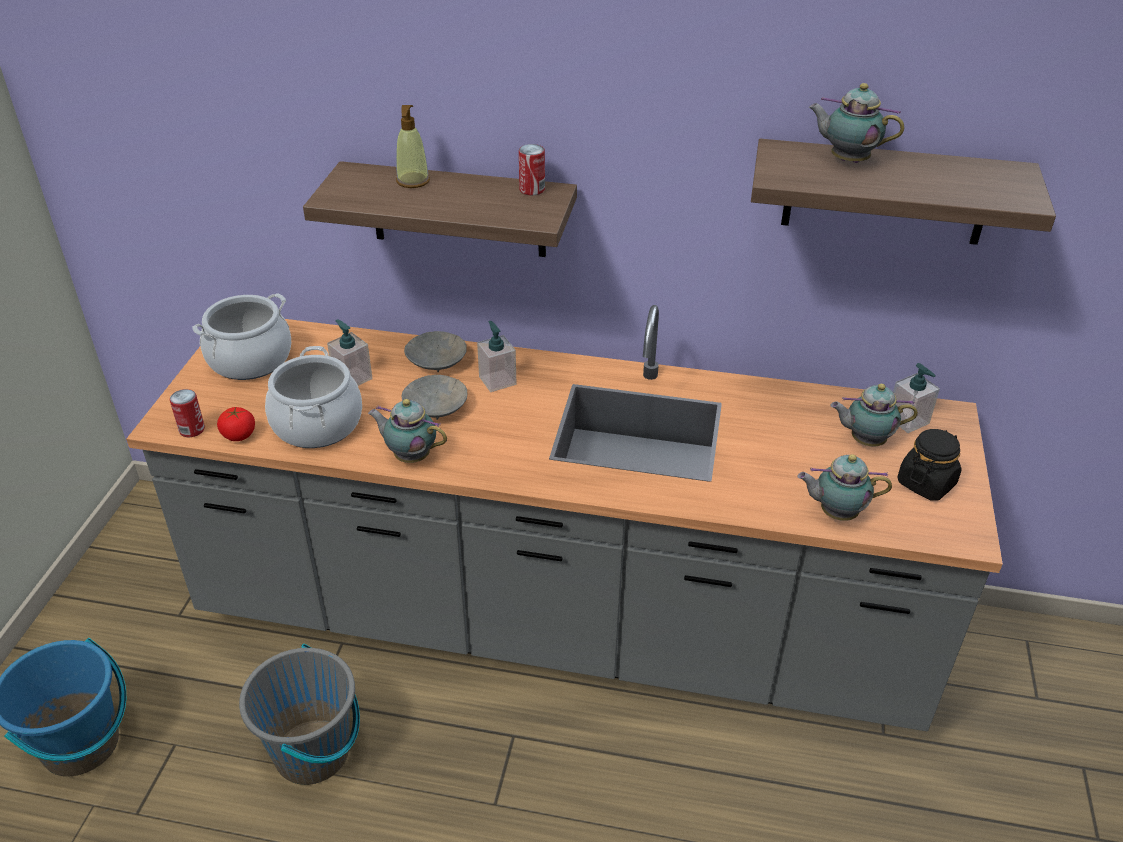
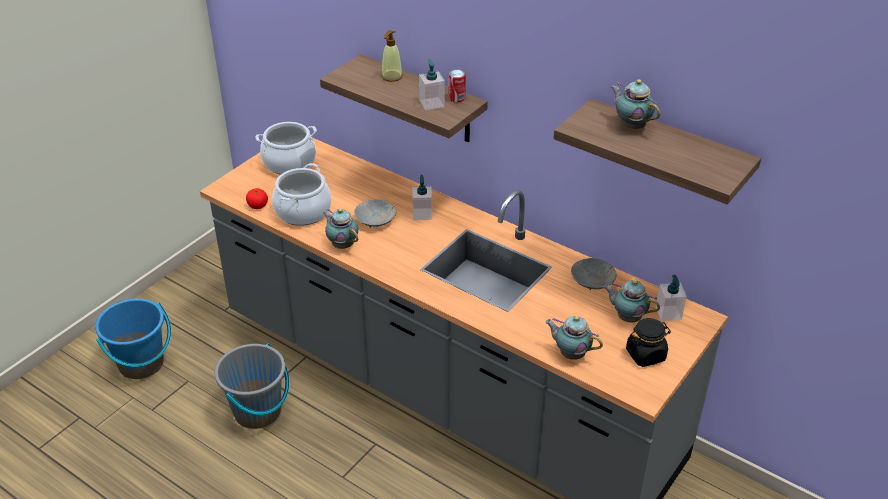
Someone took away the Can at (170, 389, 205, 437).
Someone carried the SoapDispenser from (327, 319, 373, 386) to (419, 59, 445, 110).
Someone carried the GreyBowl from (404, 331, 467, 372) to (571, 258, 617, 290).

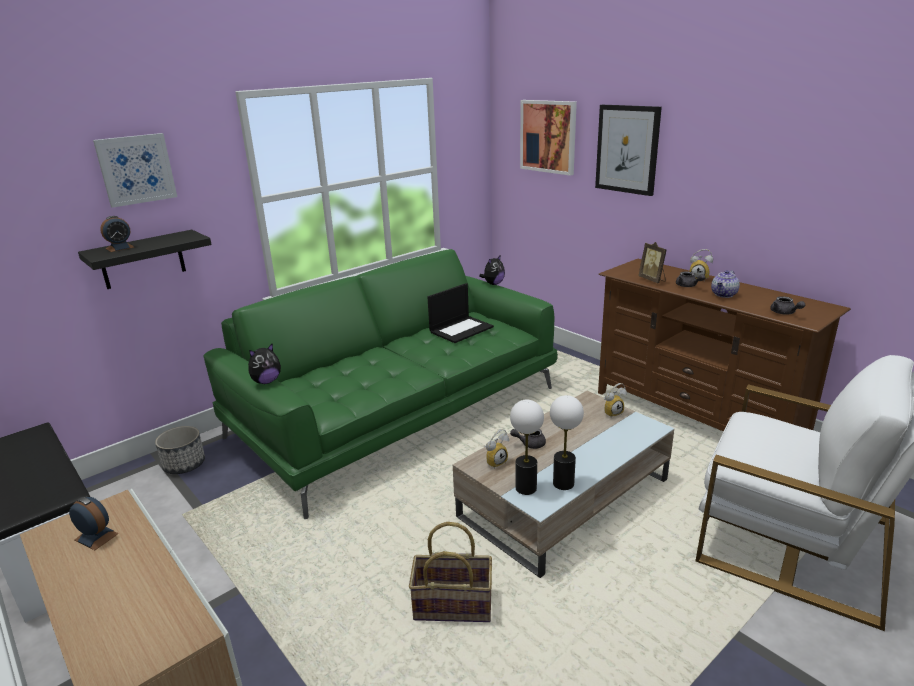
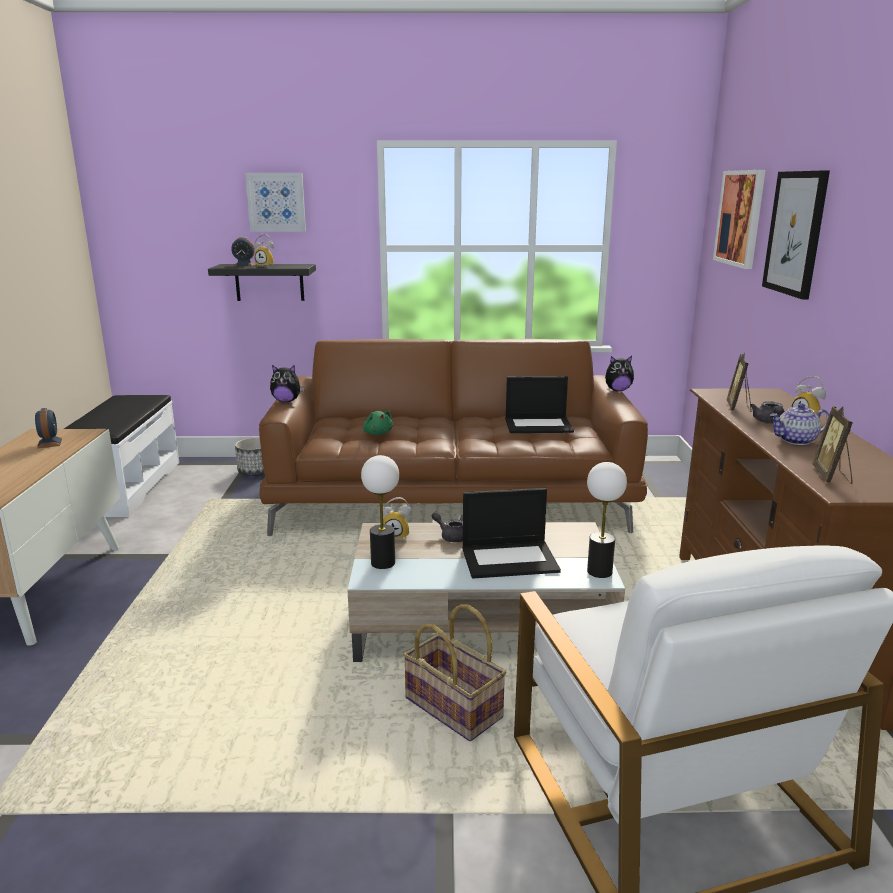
Someone put down the GreenPlushToy at (363, 411, 393, 435).
Someone put down the Laptop at (462, 488, 561, 579).
Someone carried the Basket from (409, 522, 492, 622) to (403, 604, 506, 741).
Someone carried the TableLamp from (550, 395, 584, 490) to (587, 462, 627, 578).
Someone carried the AlarmClock from (603, 383, 627, 417) to (254, 234, 274, 267).
Someone swapped the GreyTeapot at (770, 296, 805, 315) for the PictureFrame at (812, 406, 853, 484).
Someone repainted the GreenSofa at (203, 249, 558, 519), which became the BrownSofa at (259, 339, 648, 536).

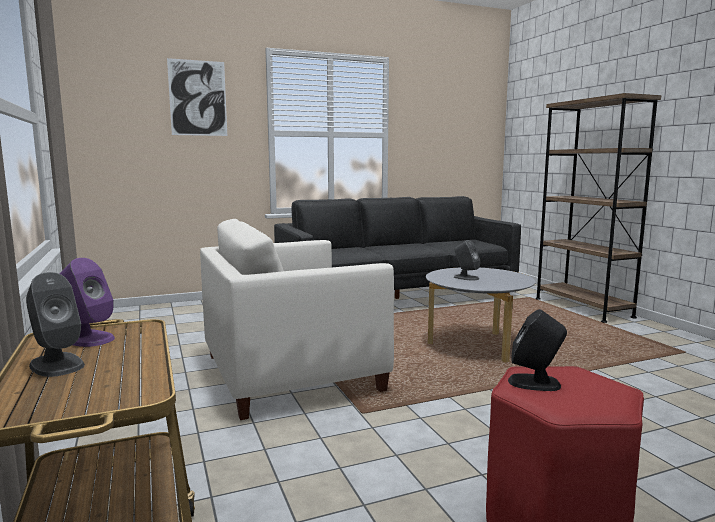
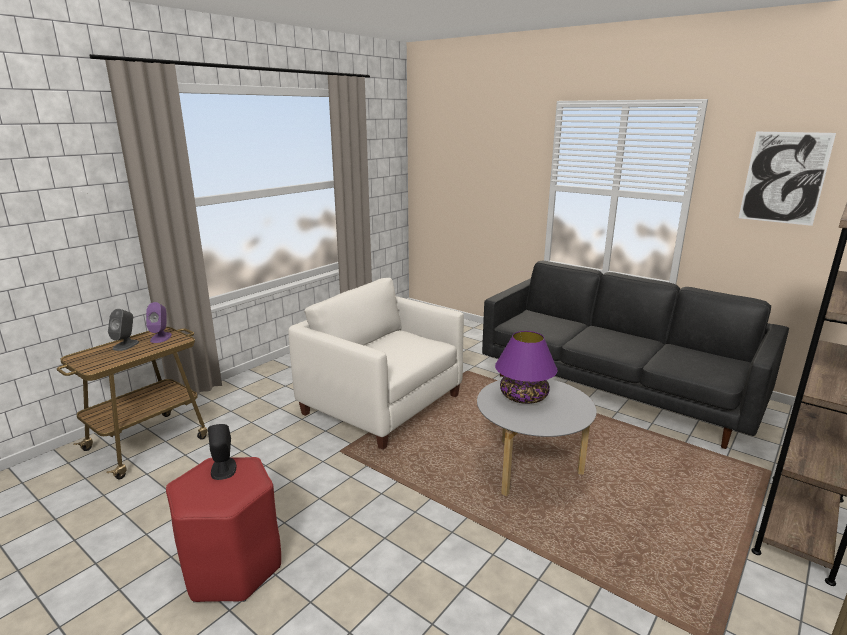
Someone carried the Picture from (167, 58, 227, 136) to (739, 132, 836, 226).
Someone swapped the GreySpeaker at (454, 240, 480, 281) for the PurpleTableLamp at (495, 331, 557, 404).

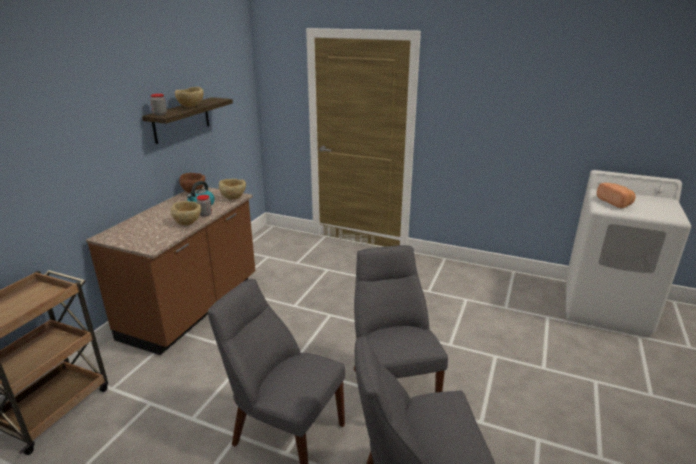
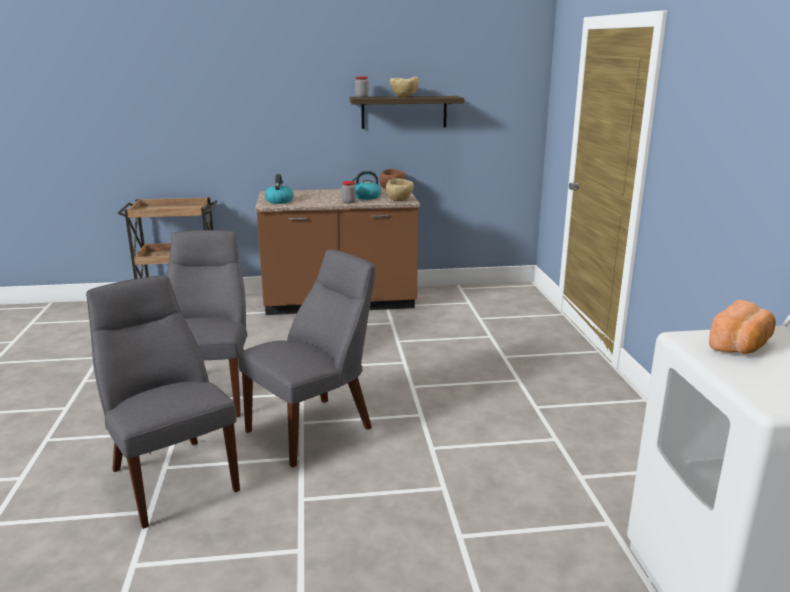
Someone took away the BeigeBowl at (171, 201, 201, 225).
Someone put down the Kettle at (265, 174, 294, 204).

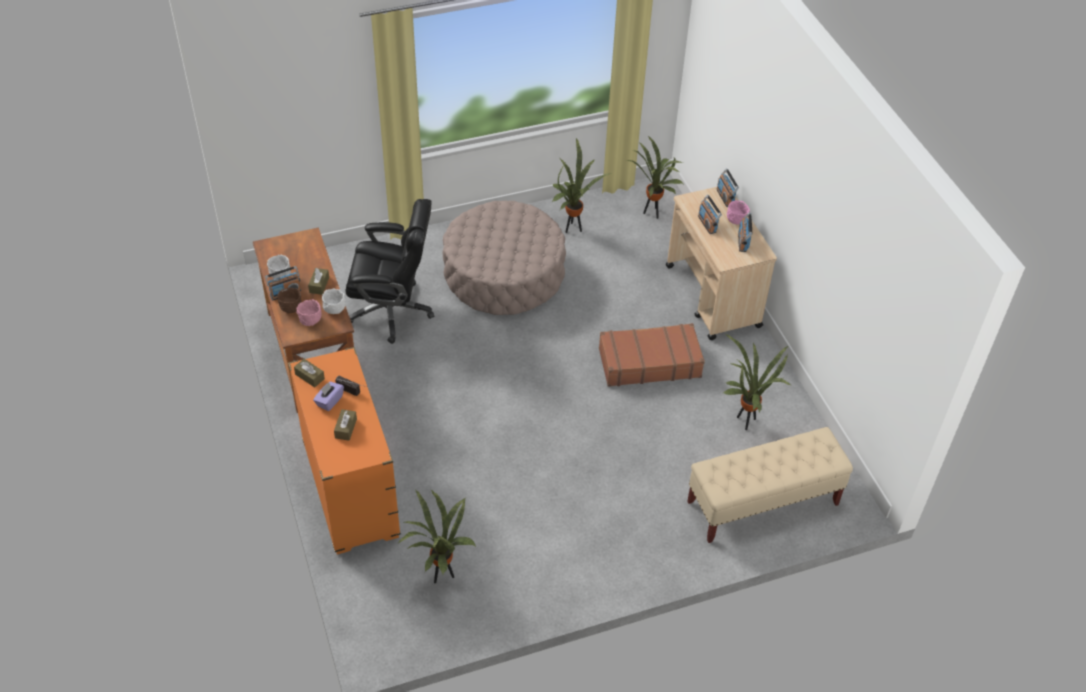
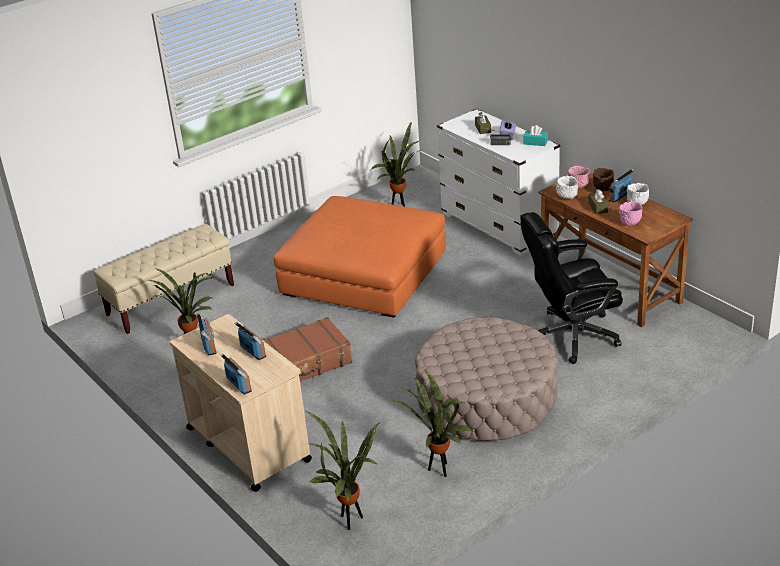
Someone put down the OrangeOttoman at (274, 196, 446, 318).
Someone carried the PinkBowl from (727, 200, 750, 225) to (619, 201, 643, 226).
Someone repainted the OrangeDresser at (288, 347, 401, 554), which became the WhiteDresser at (437, 109, 560, 256).
Someone repainted the BrownTissueBox at (294, 359, 325, 387), which became the TurquoiseTissueBox at (523, 125, 548, 146).

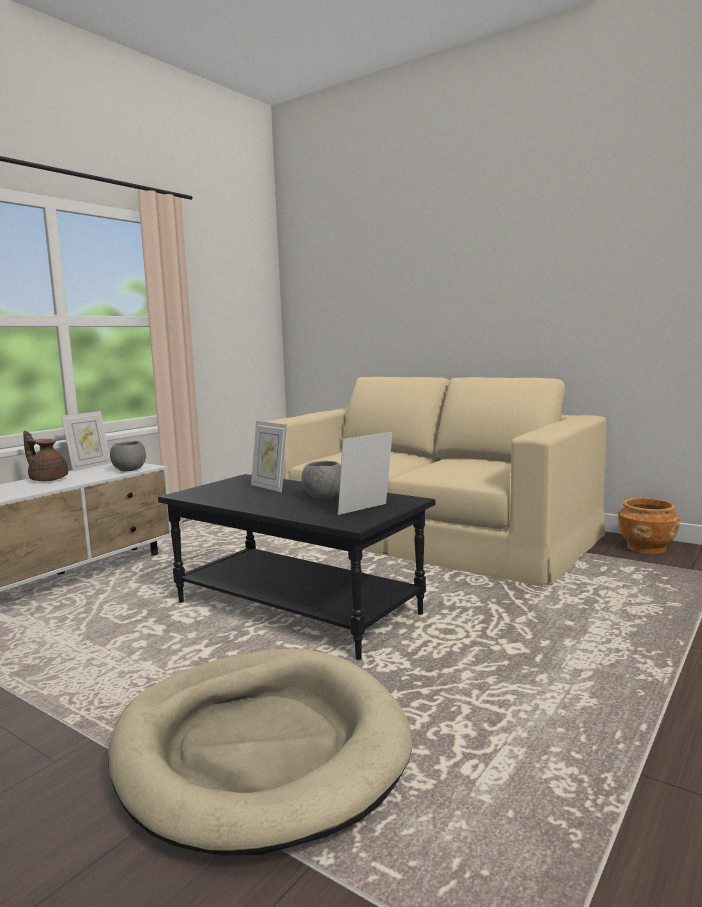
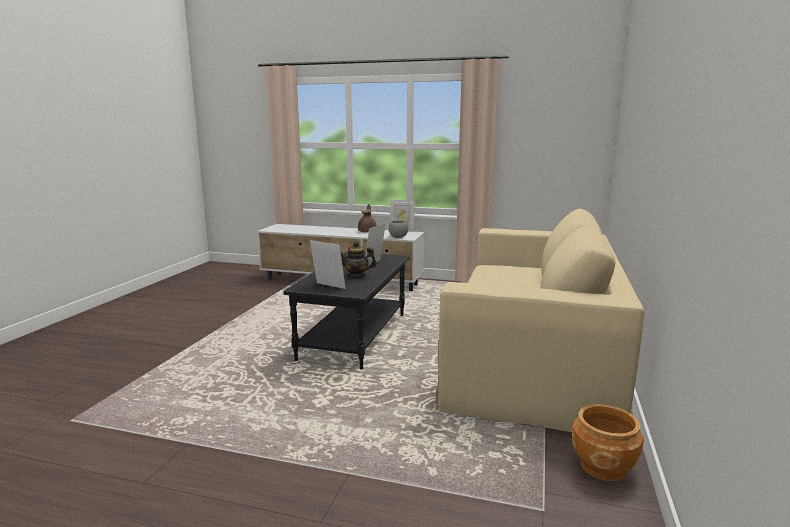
Someone took away the BeigeDogBed at (108, 648, 412, 856).
Someone swapped the GreyBowl at (302, 461, 341, 499) for the Teapot at (341, 241, 377, 279).

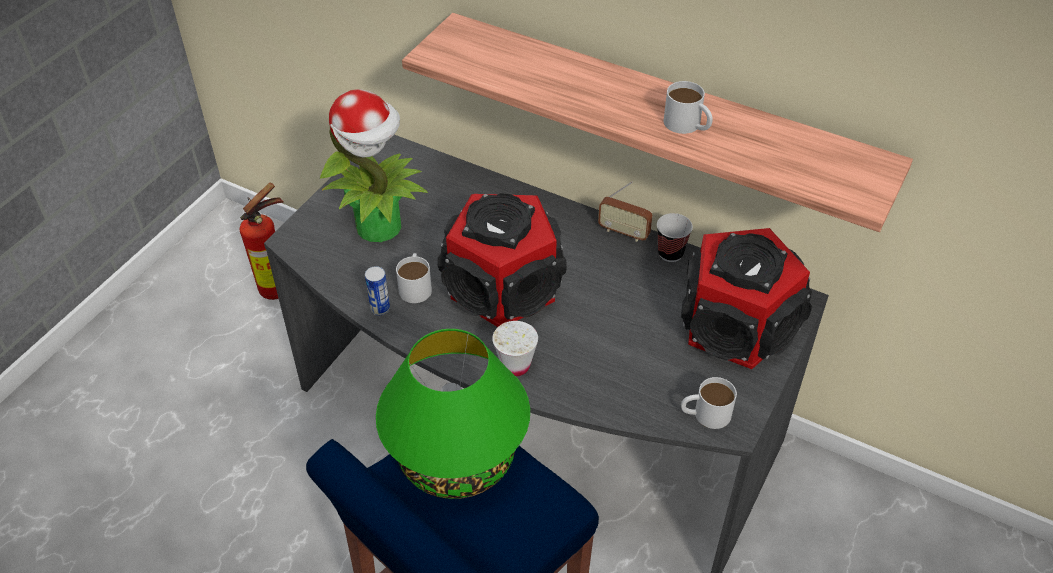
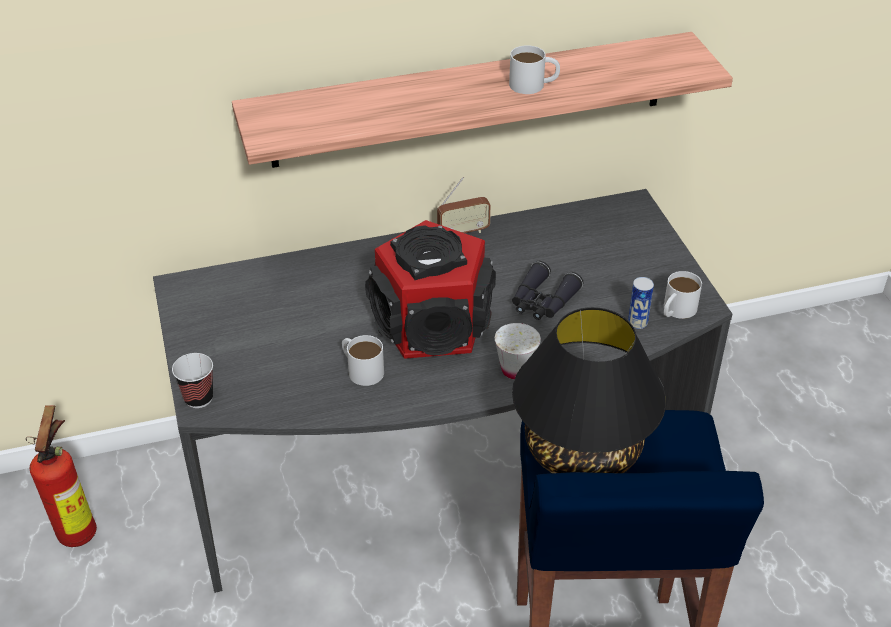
Someone took away the PottedPlant at (320, 89, 428, 242).
Someone took away the Speaker at (681, 228, 812, 369).
Someone put down the BlackBinoculars at (512, 261, 583, 320).
Someone carried the Can from (365, 266, 390, 316) to (628, 277, 654, 329).
Someone carried the Cup from (657, 213, 693, 262) to (172, 353, 213, 408).
Someone repainted the GreenTableLamp at (376, 329, 530, 499), which became the BlackTableLamp at (512, 307, 666, 473).

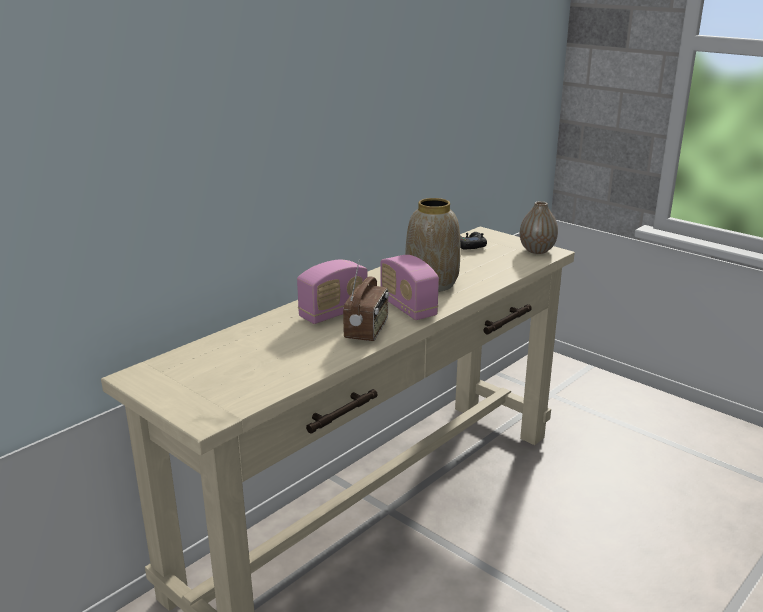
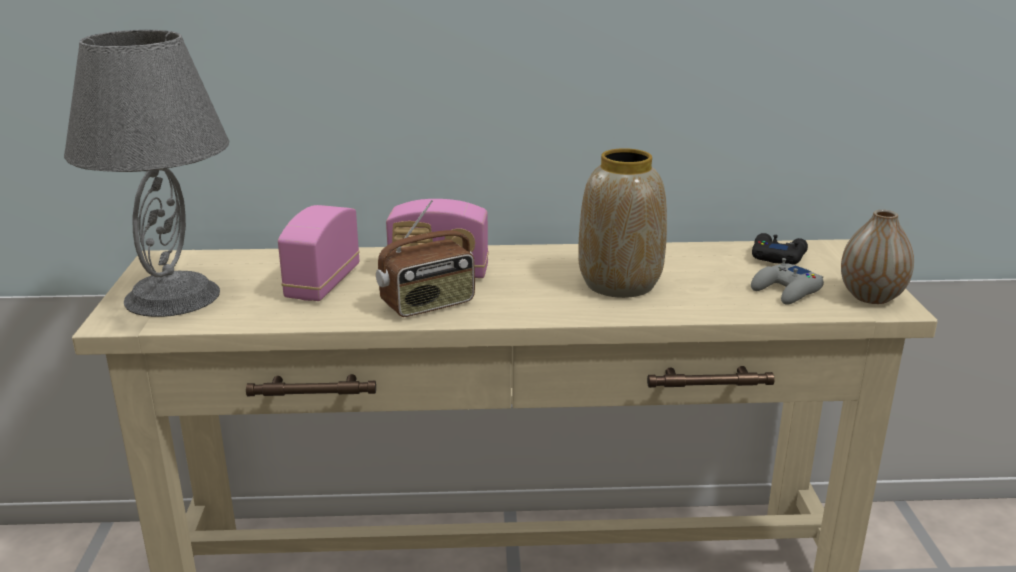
Someone put down the GreyTableLamp at (64, 30, 230, 317).
Someone put down the GreyGameController at (751, 258, 824, 304).
Someone carried the Radio from (381, 255, 439, 320) to (278, 205, 360, 301).

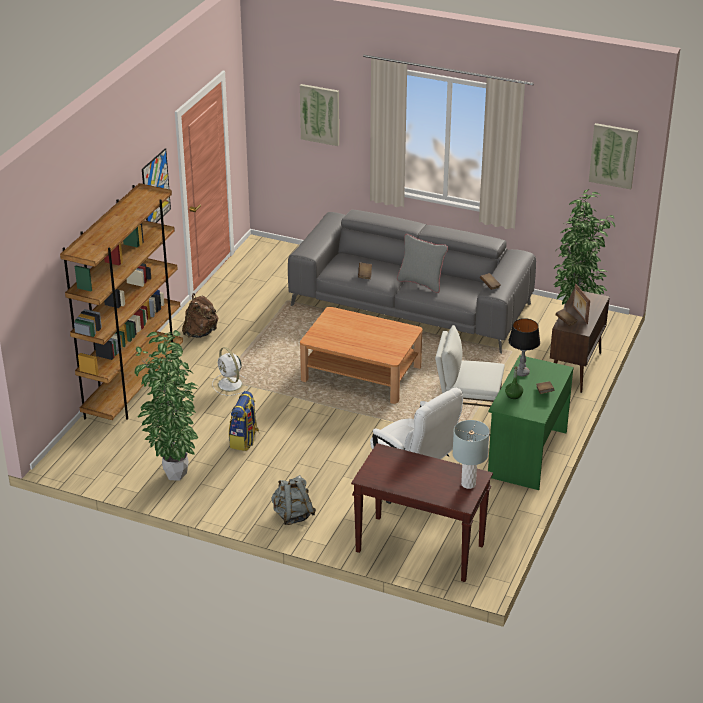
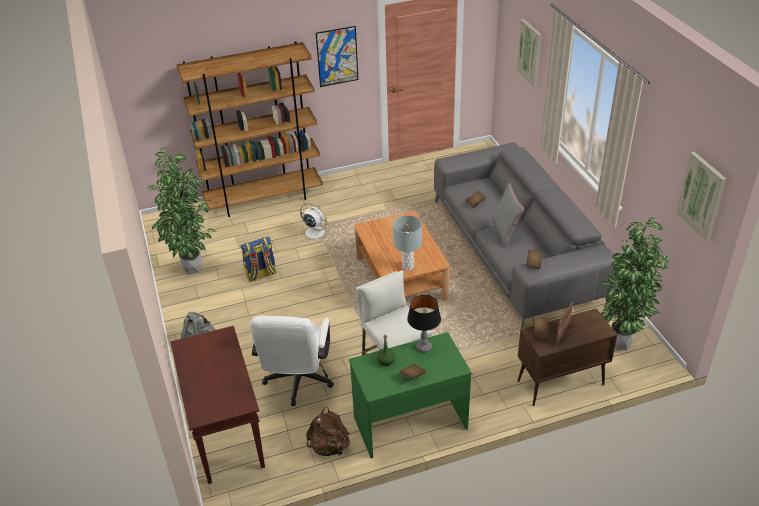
Someone carried the BrownBackpack from (182, 293, 218, 338) to (306, 407, 350, 456).
Someone carried the GreyTableLamp from (452, 420, 490, 489) to (393, 215, 422, 271).
Someone rotated the WhiteFan at (212, 347, 250, 396) by 105 degrees clockwise.

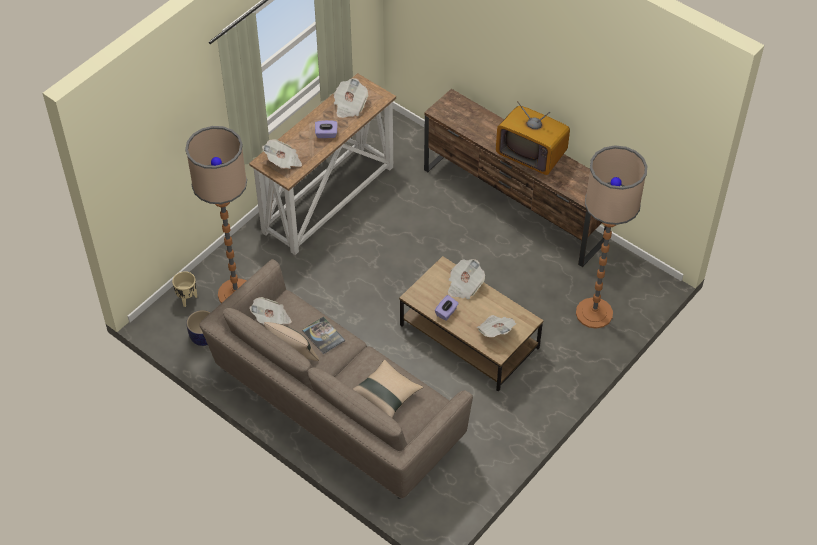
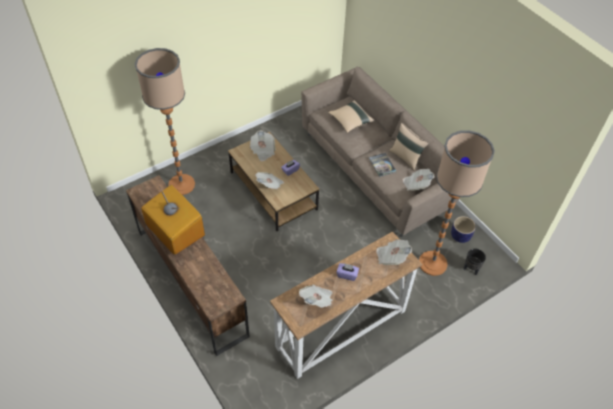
Someone repainted the BeigePlanter at (172, 271, 197, 307), which became the BlackPlanter at (463, 249, 486, 275).

